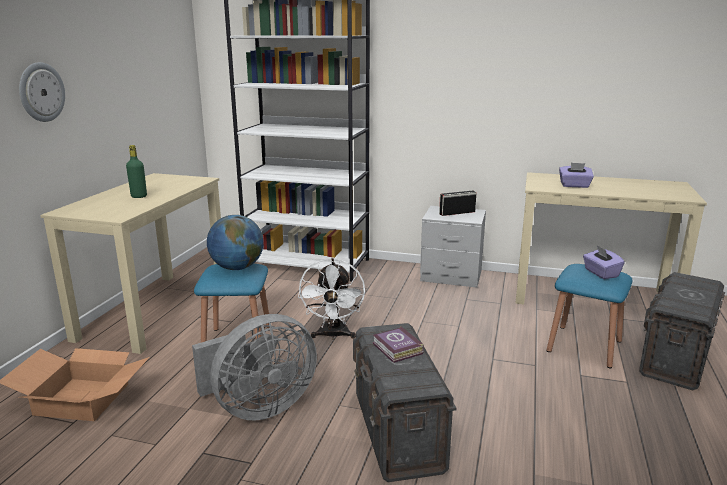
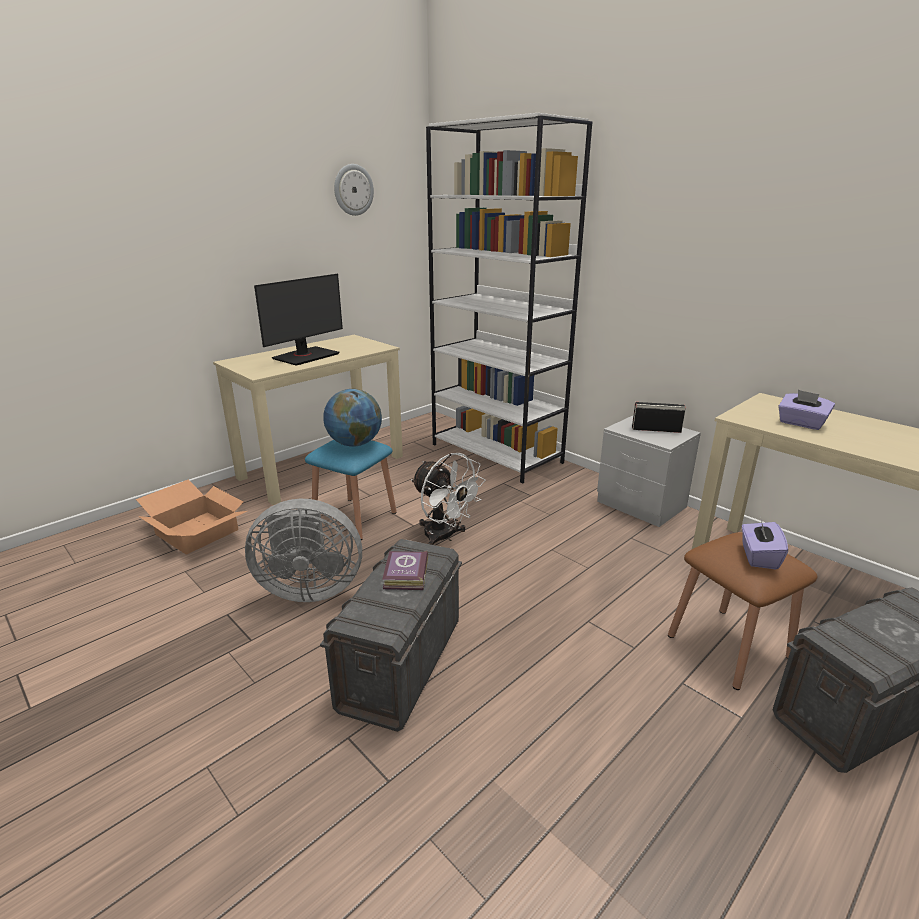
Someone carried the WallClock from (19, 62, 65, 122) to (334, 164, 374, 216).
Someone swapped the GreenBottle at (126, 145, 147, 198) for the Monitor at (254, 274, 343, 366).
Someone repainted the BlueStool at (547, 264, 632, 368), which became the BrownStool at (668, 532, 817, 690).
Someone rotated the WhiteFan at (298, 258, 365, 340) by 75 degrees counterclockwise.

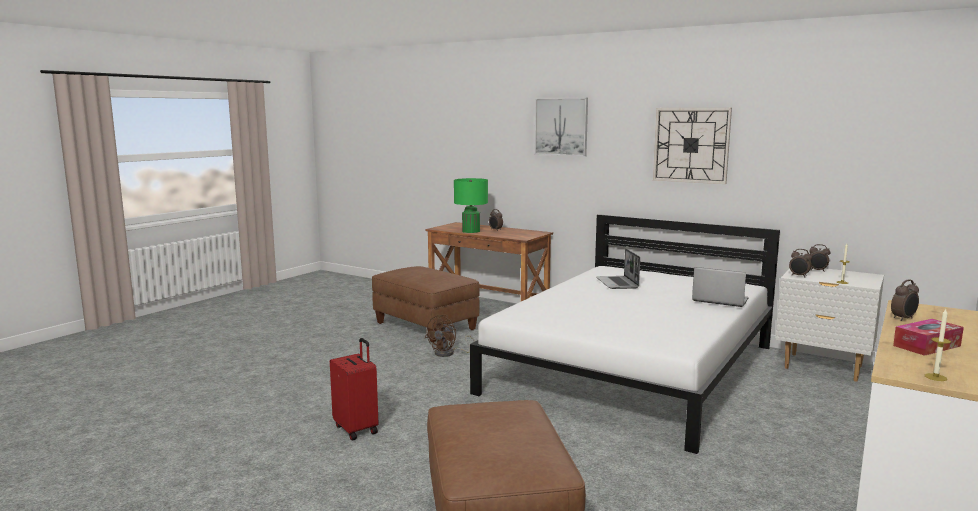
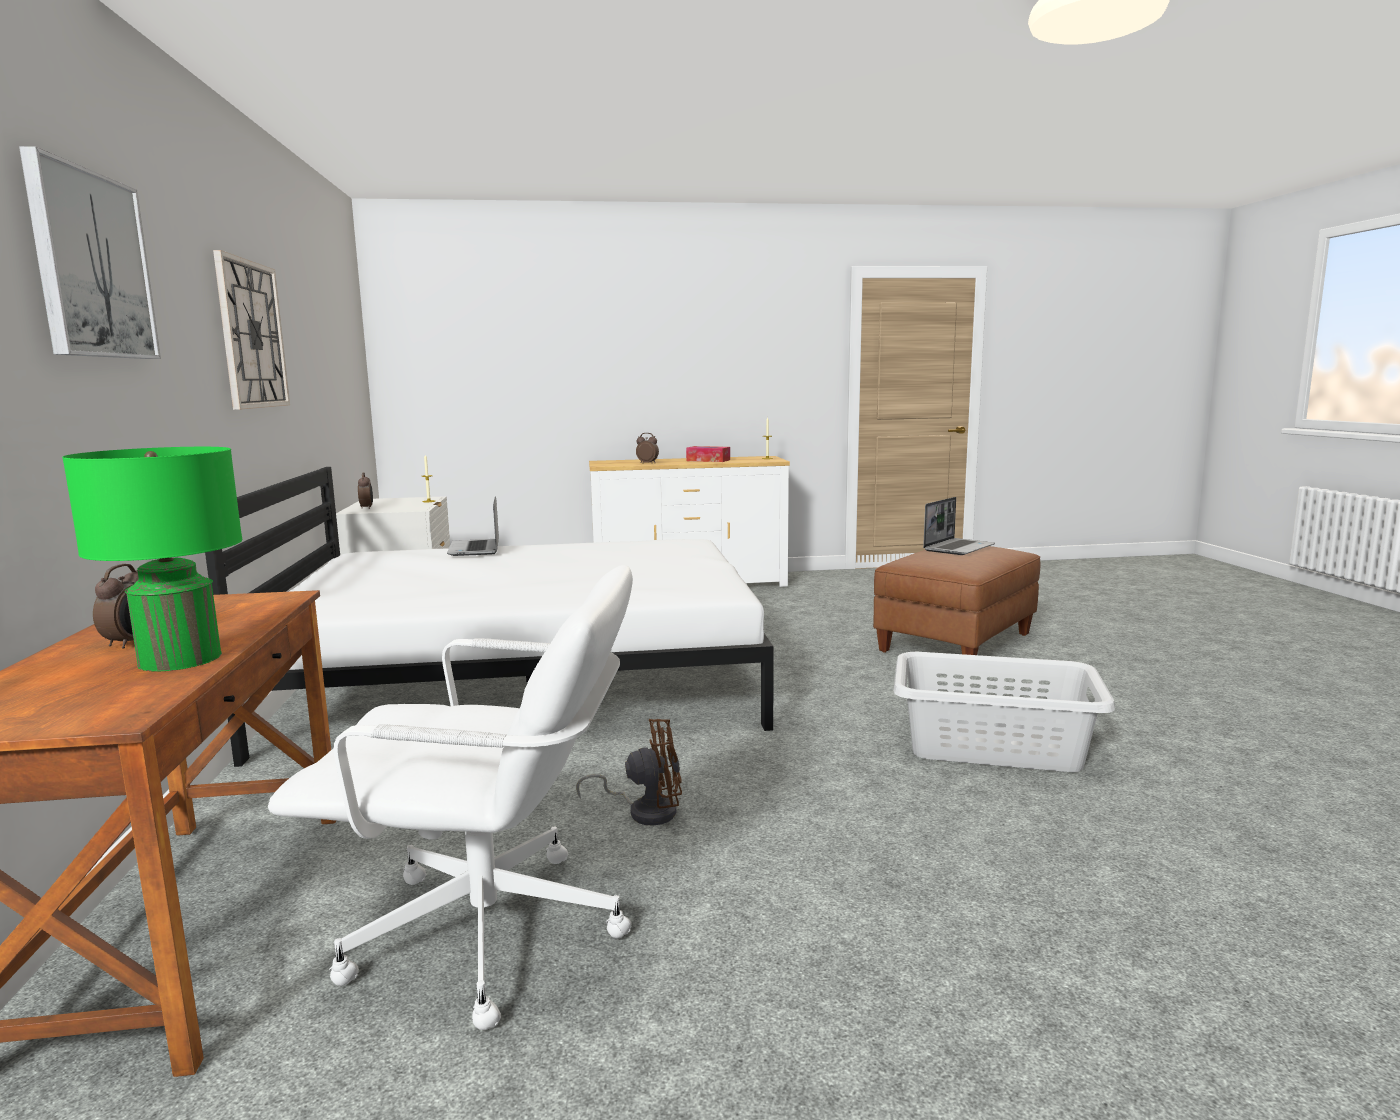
Someone took away the AlarmClock at (789, 249, 812, 277).
Someone carried the Laptop from (596, 248, 640, 289) to (923, 497, 995, 555).
Someone swapped the RedSuitcase at (330, 338, 379, 440) for the GreyLaundryBasket at (894, 652, 1115, 772).
Someone swapped the BrownOttoman at (372, 266, 480, 343) for the WhiteOfficeChair at (268, 565, 633, 1030).

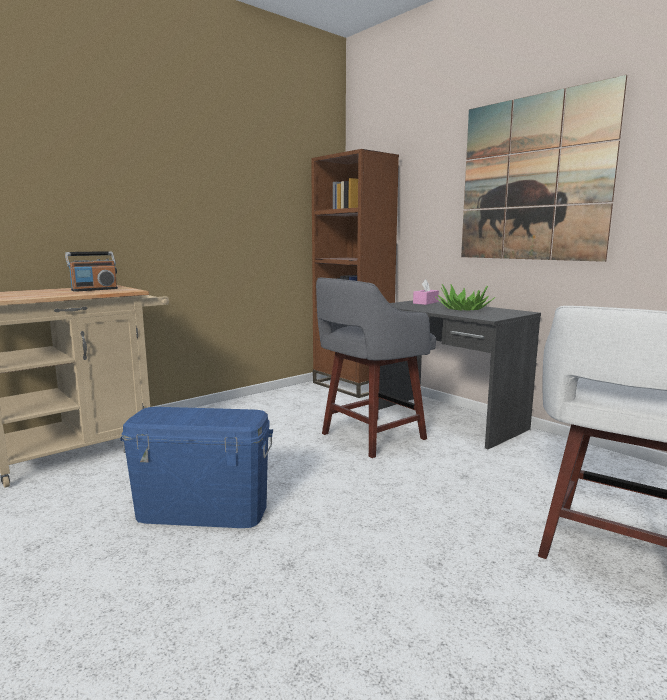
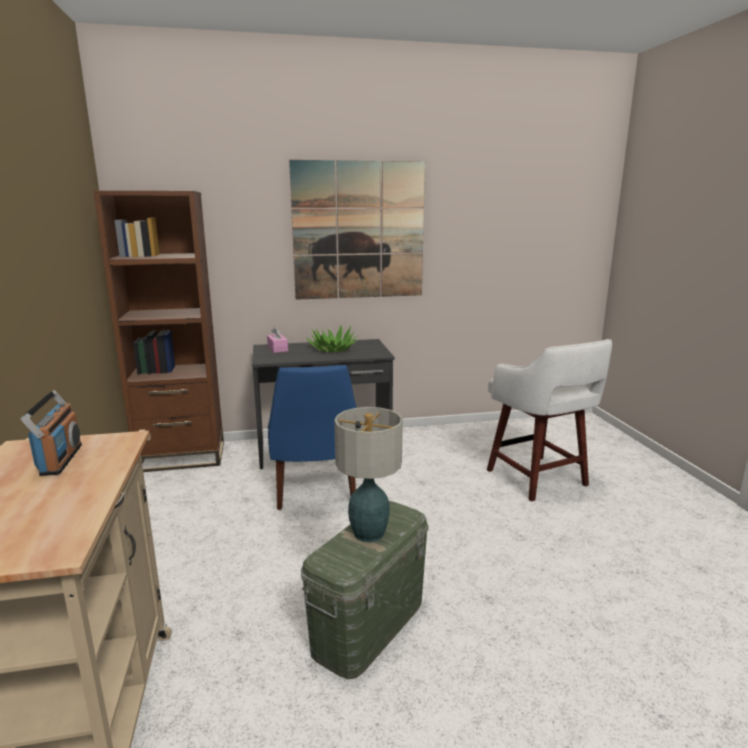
Someone put down the TableLamp at (334, 407, 403, 542).
Someone swapped the GreyStool at (316, 278, 436, 458) for the BlueChair at (268, 365, 356, 510).
Someone repainted the BlueStorageBox at (120, 407, 273, 528), which became the GreenStorageBox at (301, 501, 428, 679).

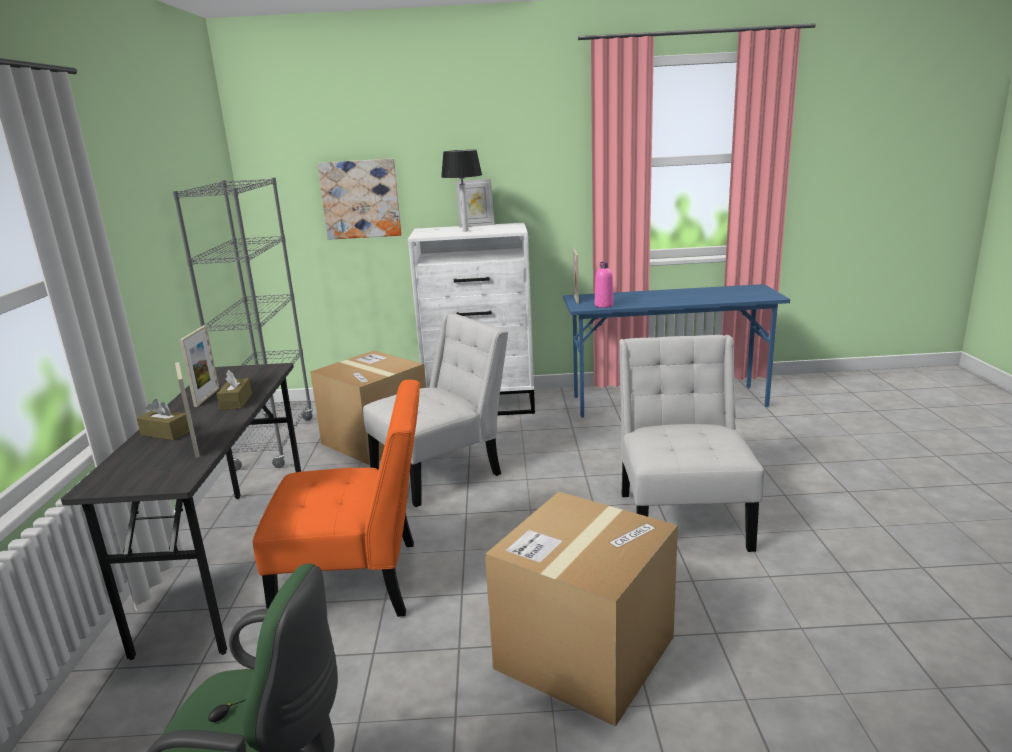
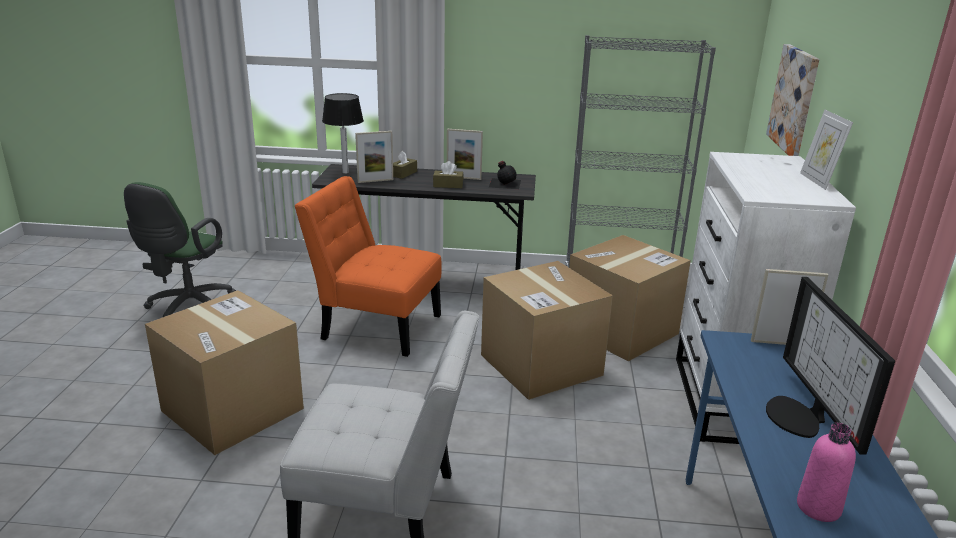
Someone put down the BlackBottle at (489, 161, 521, 189).
Someone put down the Monitor at (766, 277, 895, 455).
Someone carried the TableLamp from (441, 150, 482, 232) to (322, 93, 364, 174).
Someone carried the PinkBottle from (595, 261, 614, 308) to (797, 423, 856, 522).
Someone swapped the WhiteChair at (363, 313, 508, 507) for the CardboardBox at (481, 261, 613, 400).
Someone rotated the OrangeChair at (253, 380, 420, 617) by 105 degrees clockwise.

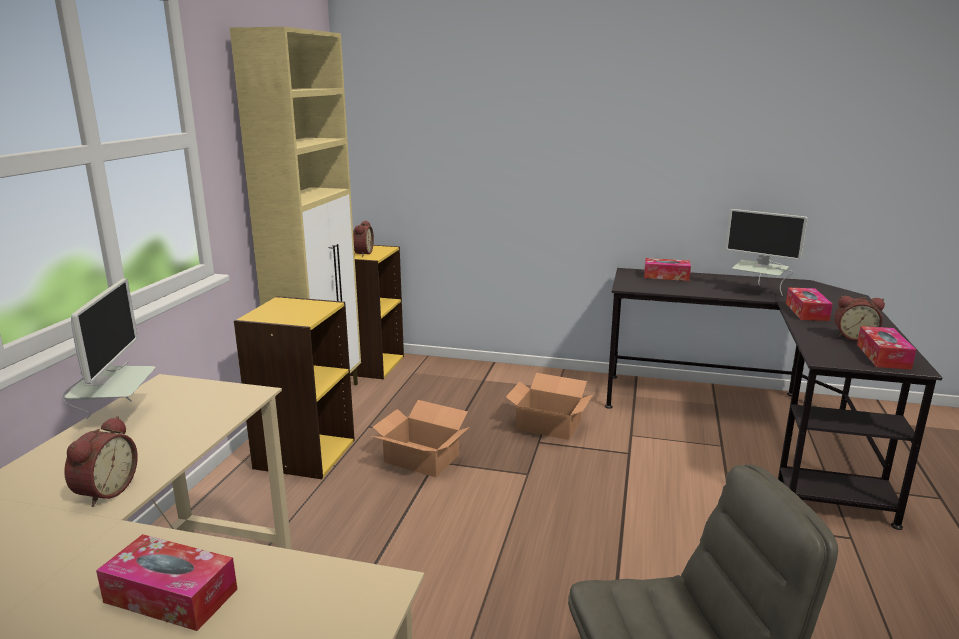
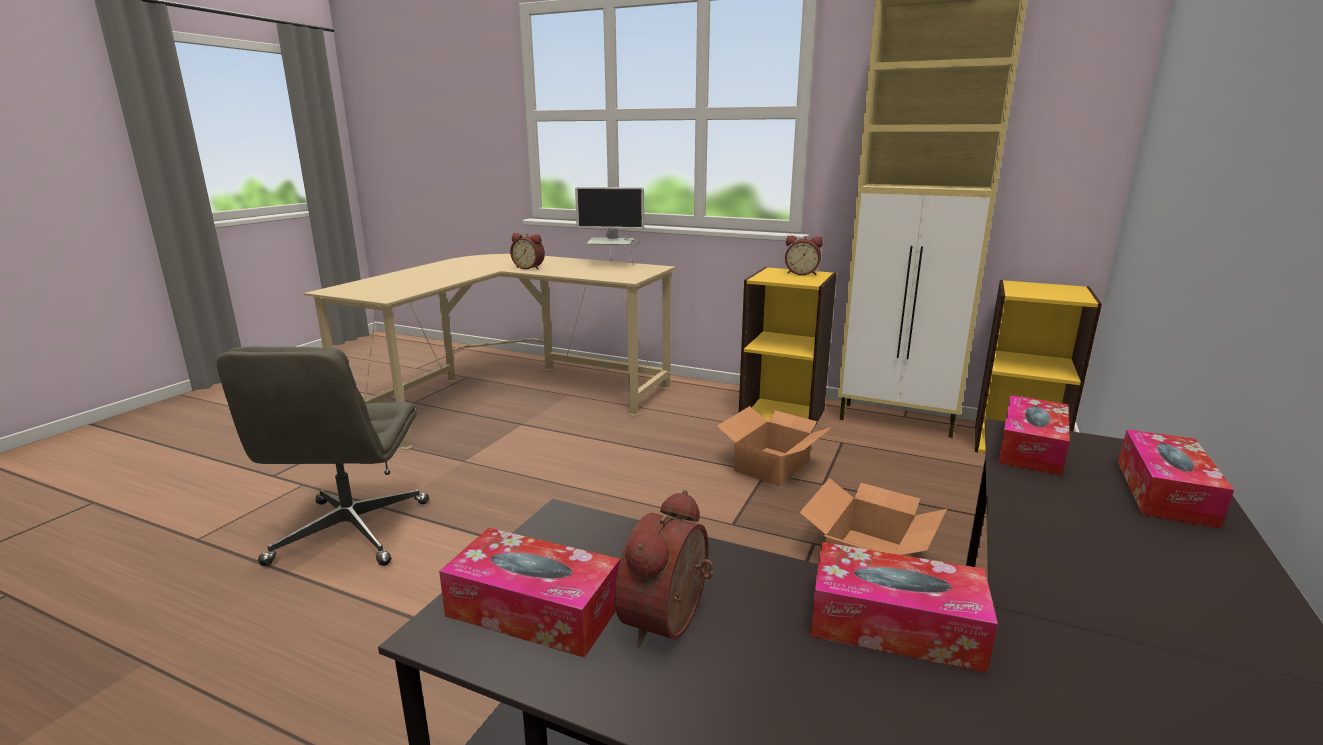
Someone took away the Monitor at (725, 209, 808, 296).
Someone carried the TissueBox from (96, 534, 237, 631) to (998, 395, 1070, 476).
Someone carried the AlarmClock from (353, 220, 374, 256) to (785, 235, 823, 275).

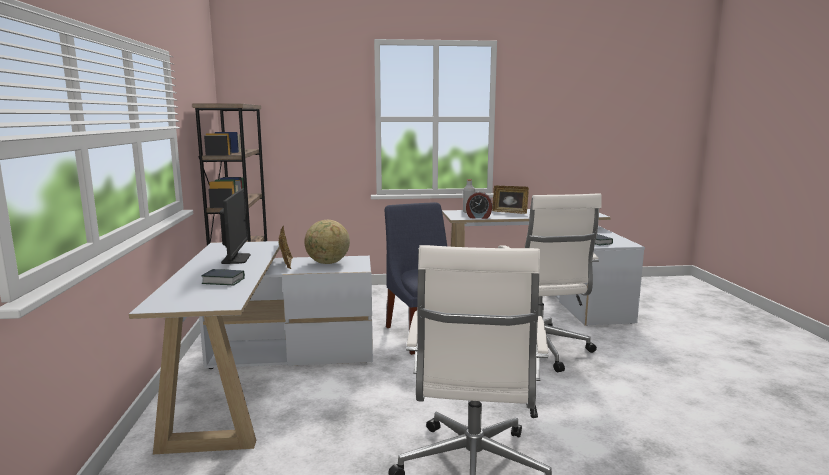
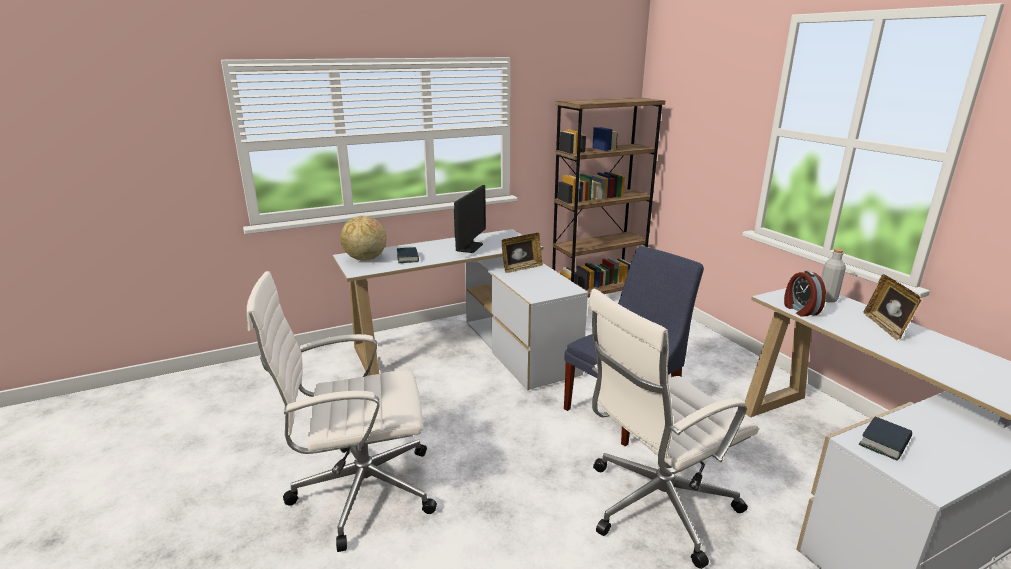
Someone carried the Globe from (305, 220, 350, 264) to (340, 216, 386, 261).
Someone rotated the Monitor at (220, 188, 251, 264) by 45 degrees counterclockwise.

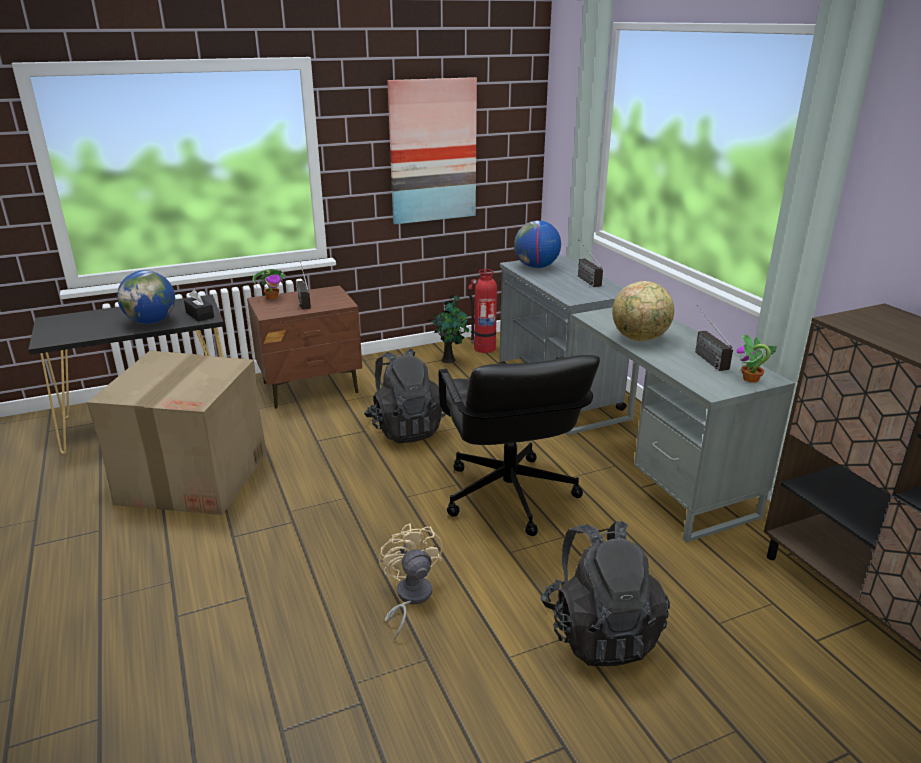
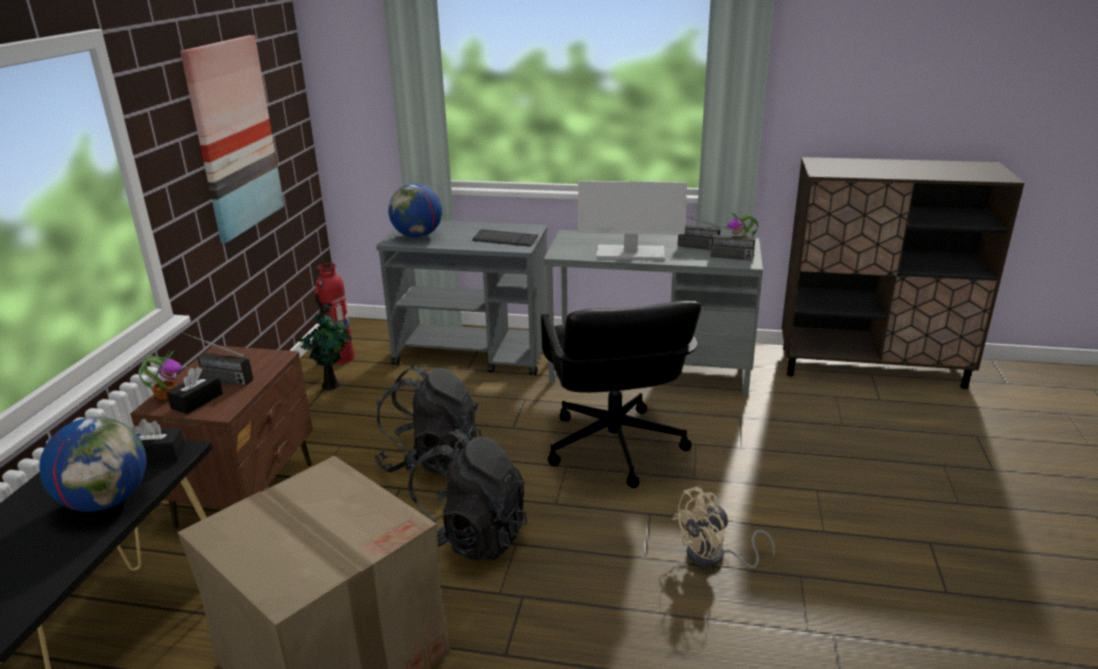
Someone put down the BlackTissueBox at (167, 367, 223, 414).
Someone put down the Keyboard at (472, 229, 538, 247).
Someone carried the BlackBackpack from (541, 521, 670, 666) to (408, 429, 527, 561).
Someone carried the Radio from (578, 239, 603, 287) to (693, 217, 755, 261).
Someone swapped the Globe at (612, 281, 674, 341) for the Monitor at (578, 181, 687, 260).
Someone rotated the BeigeFan at (379, 523, 443, 640) by 45 degrees counterclockwise.
Someone rotated the BlackOfficeChair at (439, 355, 600, 536) by 60 degrees clockwise.

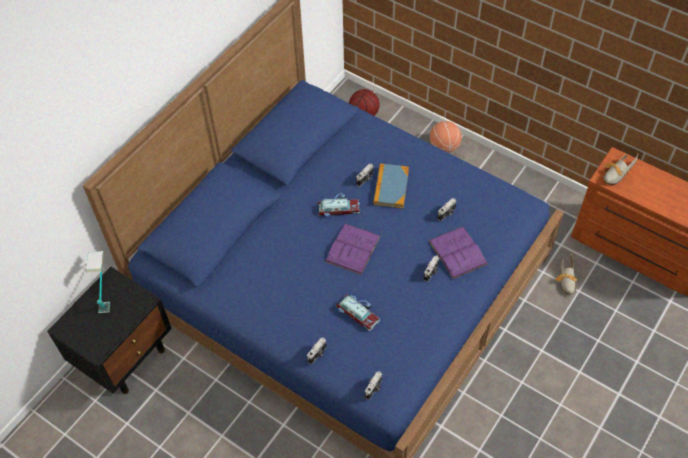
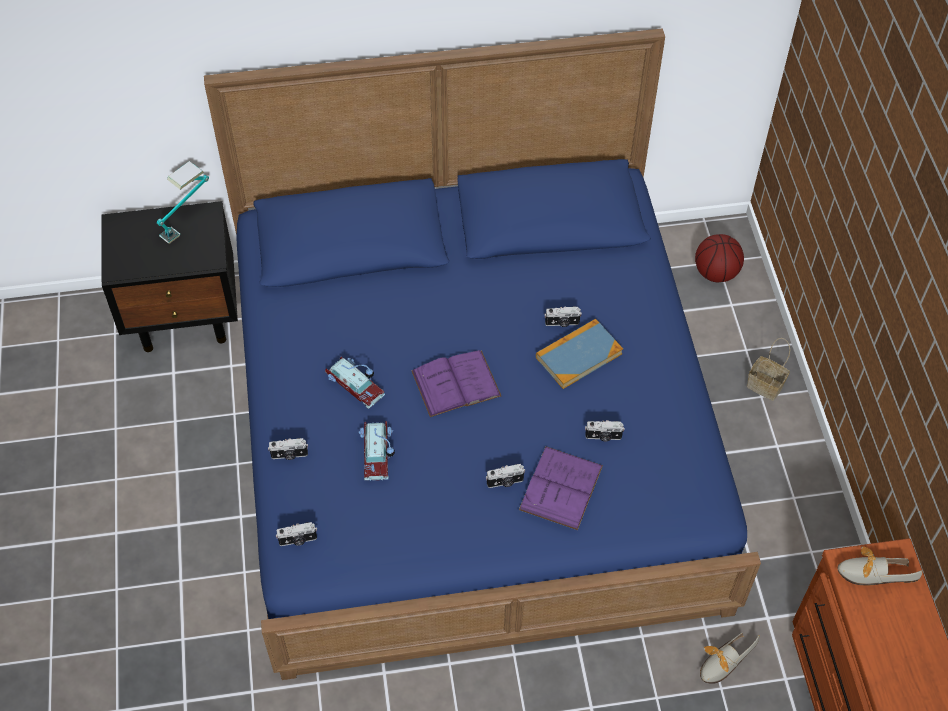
Someone carried the ToyCar from (318, 193, 361, 216) to (325, 356, 385, 409).
Someone swapped the Basketball at (430, 121, 462, 153) for the Basket at (747, 338, 790, 401).

